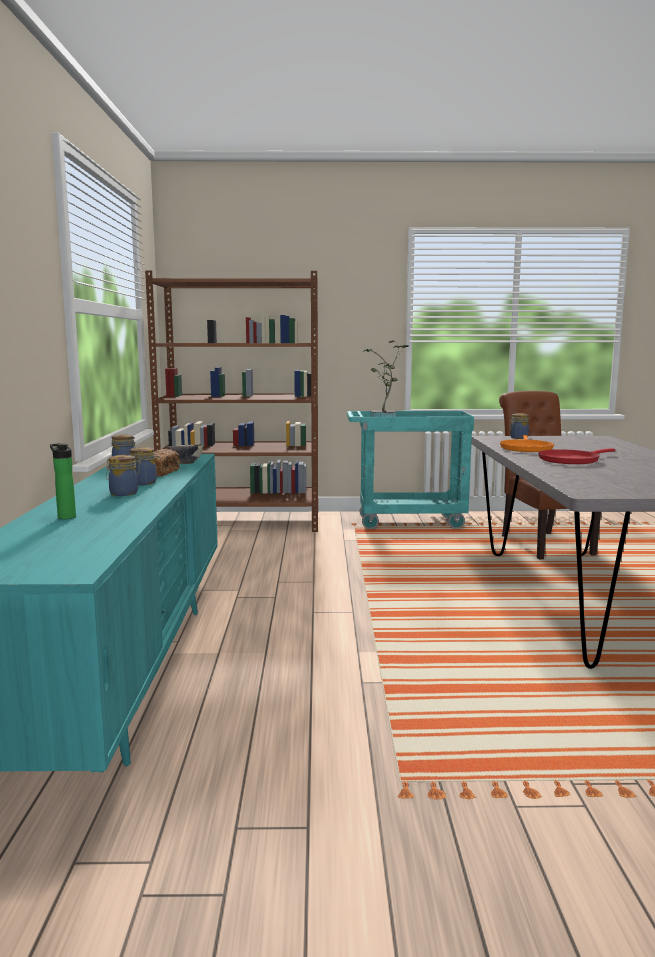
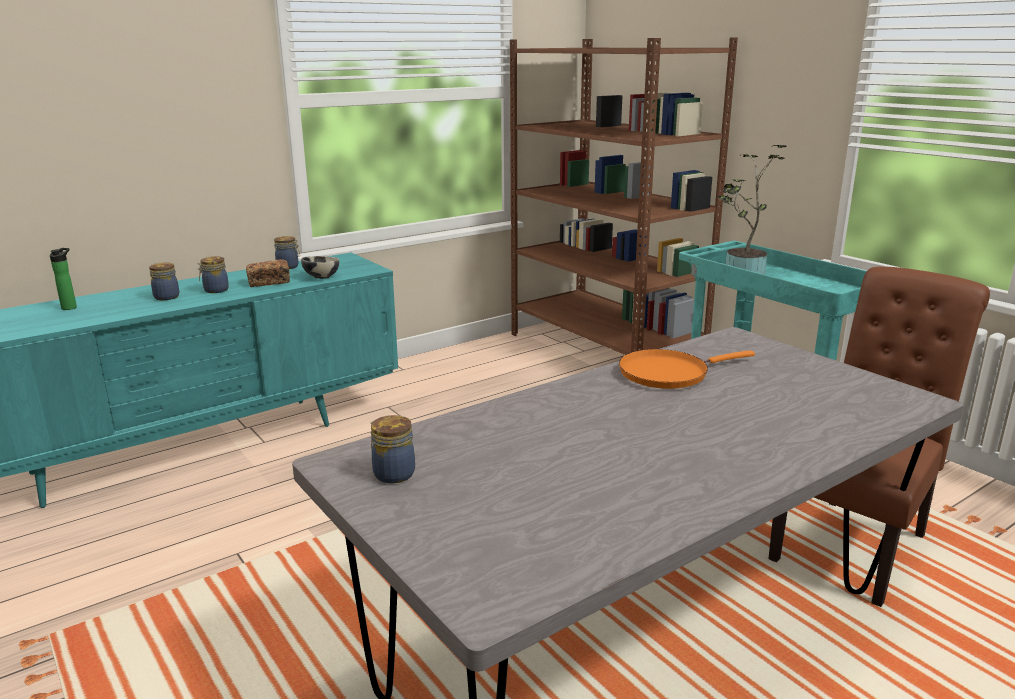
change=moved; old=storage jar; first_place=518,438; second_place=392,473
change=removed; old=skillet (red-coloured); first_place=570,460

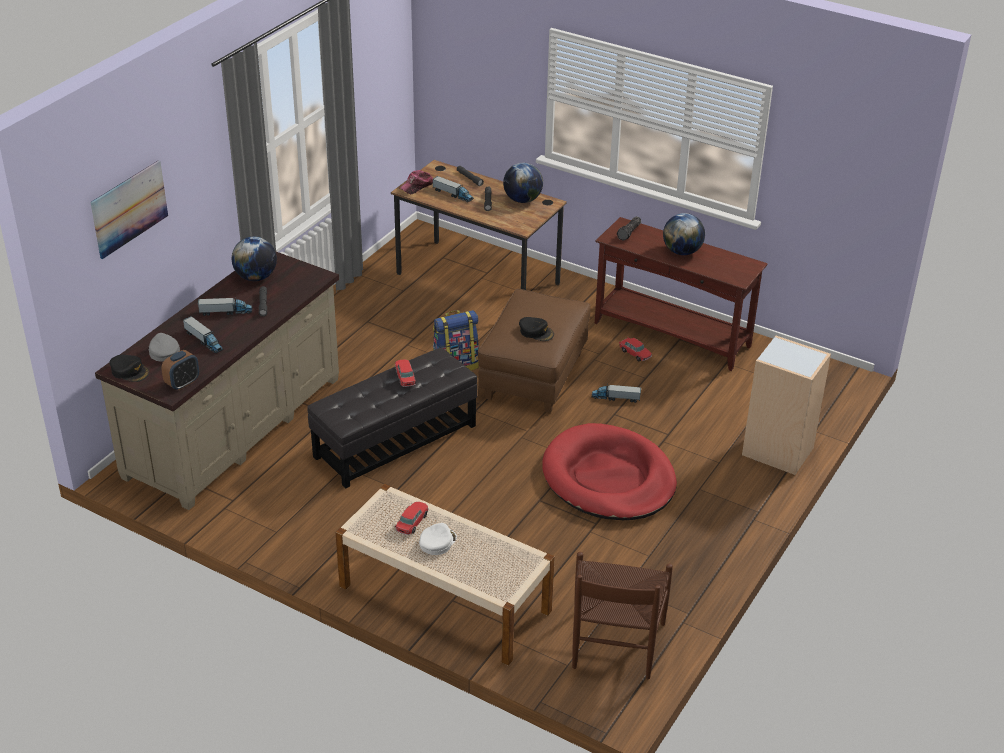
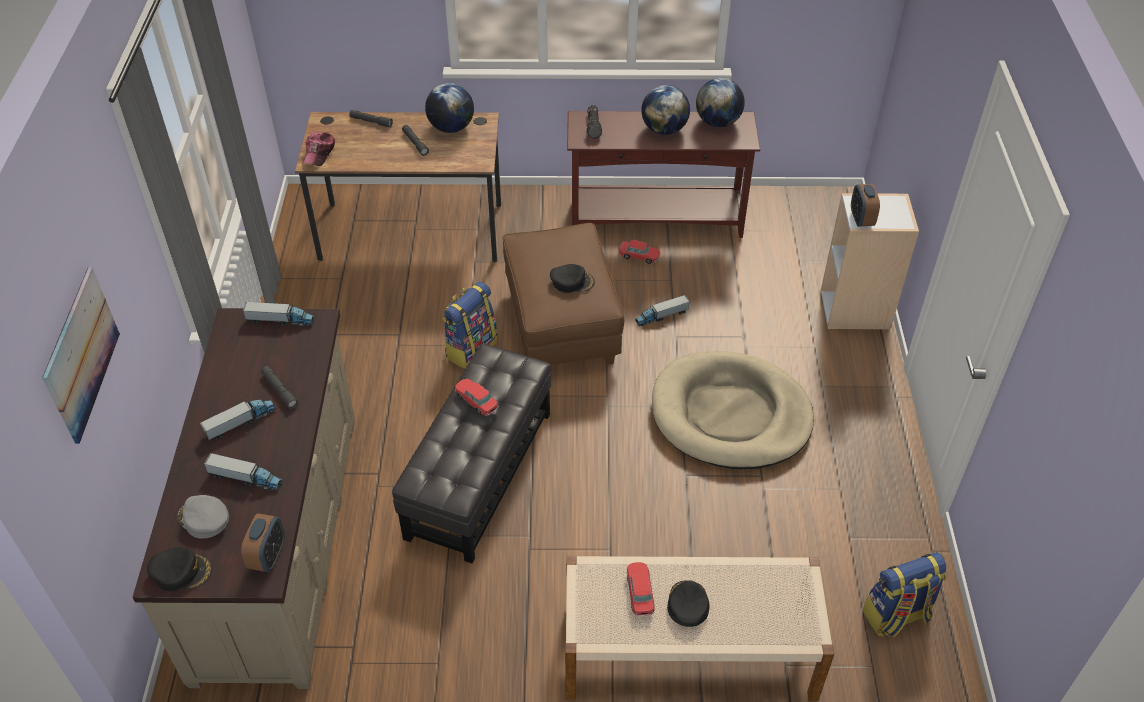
change=moved; old=toy truck; first_place=453,194; second_place=280,320
change=moved; old=world globe; first_place=256,277; second_place=718,122
change=recoloured; old=dog cushion (red-coloured); new=dog cushion (sand-coloured); first_place=608,478; second_place=730,415
change=recoloured; old=baseball cap (white); new=baseball cap (black-coloured); first_place=437,542; second_place=687,605
change=replaced; old=plain chair (brown-coloured); new=backpack; first_place=614,646; second_place=896,616
change=added; new=table clock; second_place=861,219

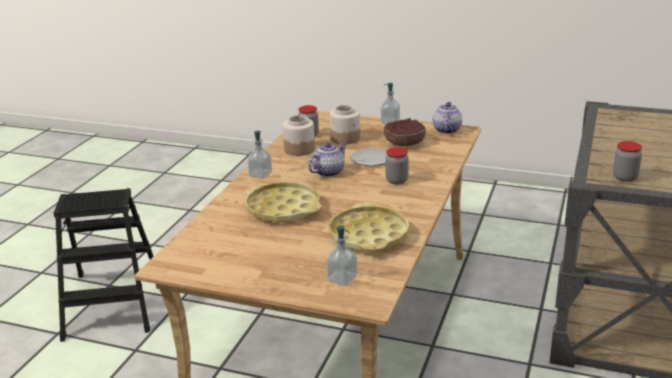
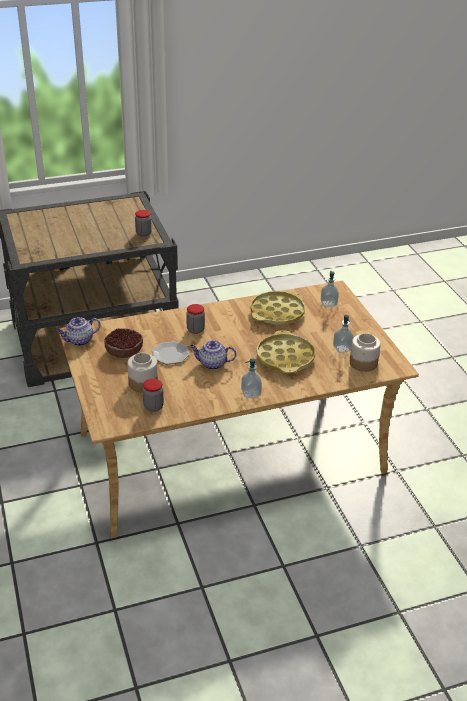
change=moved; old=soap bottle; first_place=390,122; second_place=342,348
change=moved; old=storage jar; first_place=299,149; second_place=363,363
change=removed; old=step stool (black-coloured); first_place=112,301

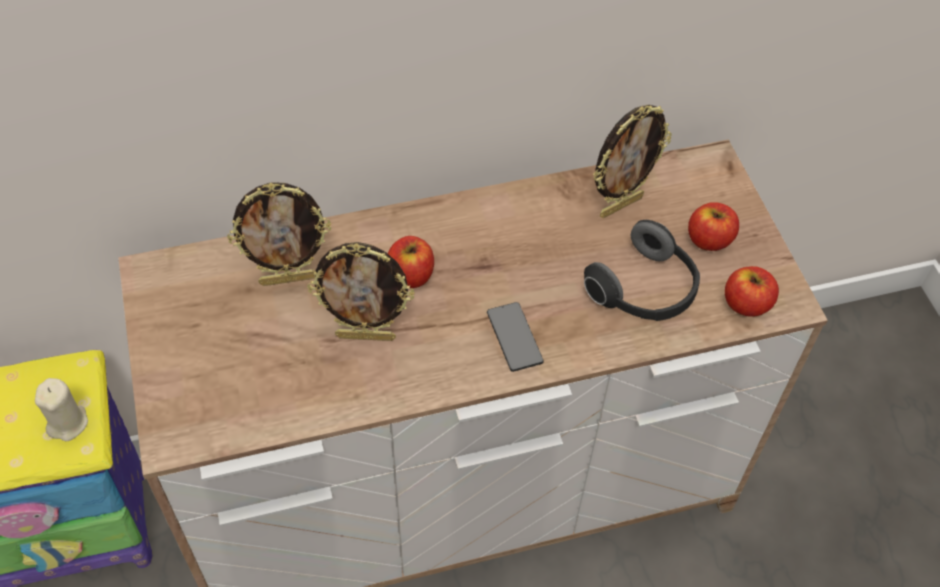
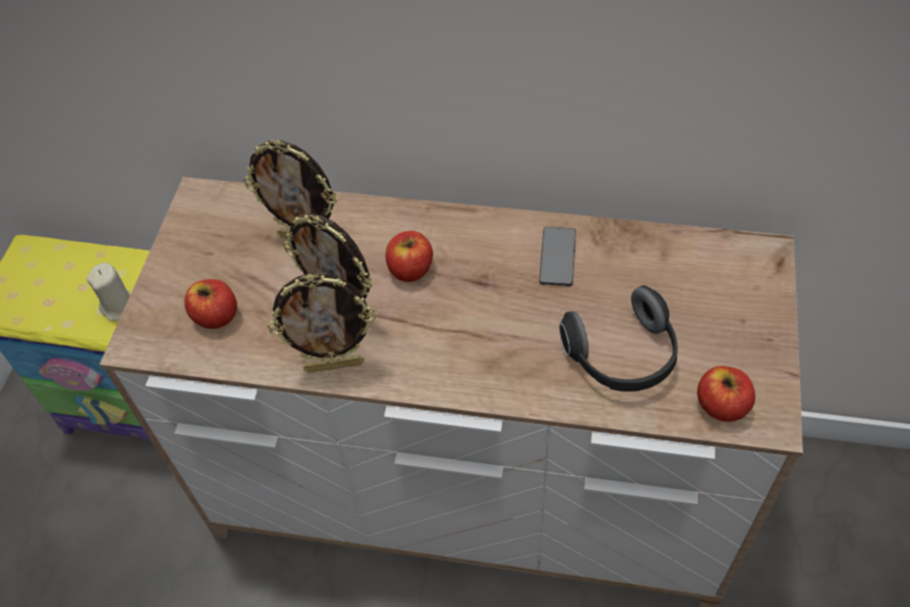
change=moved; old=picture frame; first_place=620,205; second_place=335,365
change=moved; old=whole apple; first_place=709,239; second_place=216,316
change=moved; old=handset; first_place=514,337; second_place=557,257

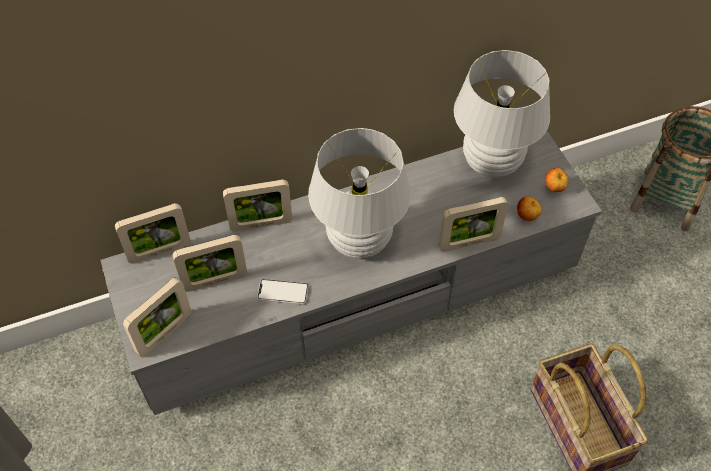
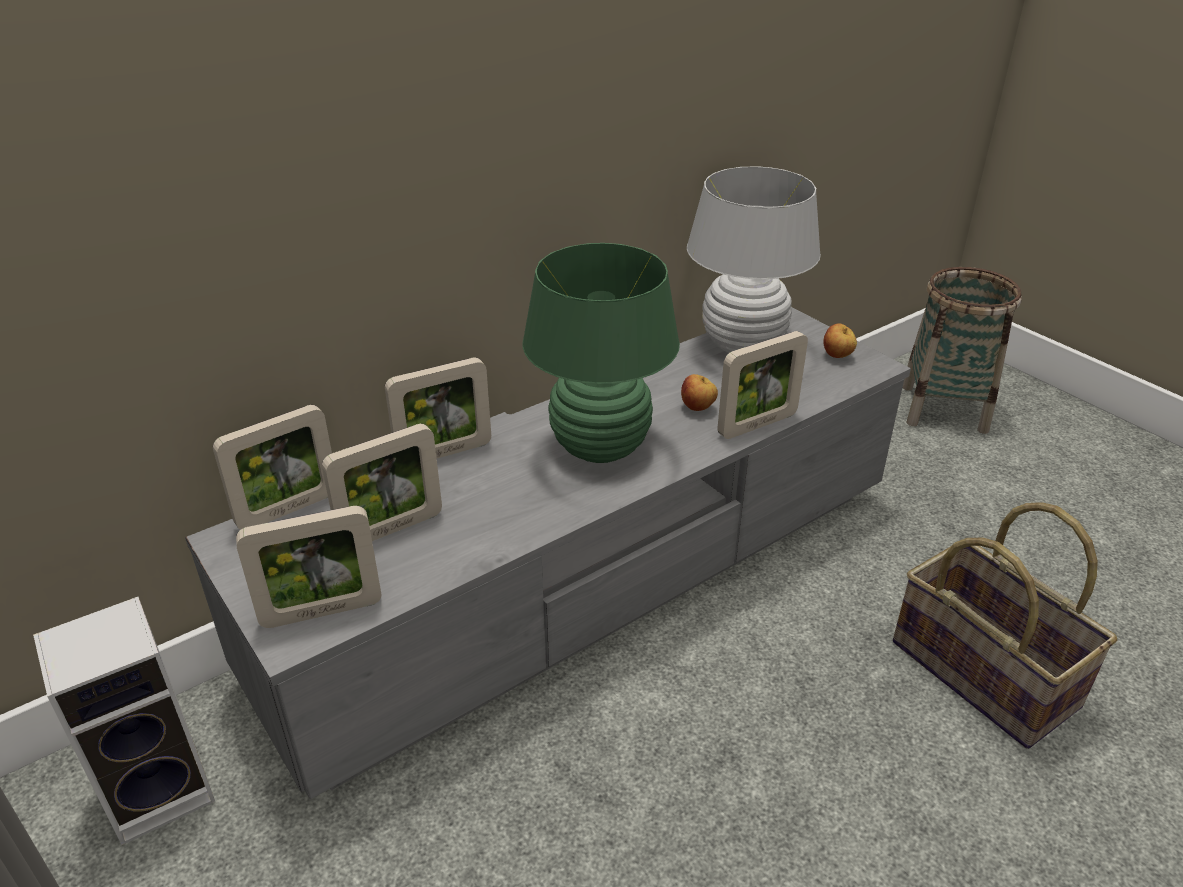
change=recoloured; old=lamp for a table (white); new=lamp for a table (green); first_place=359,241; second_place=599,447
change=moved; old=whole apple; first_place=527,216; second_place=698,408
change=turned; old=picture frame; first_place=164,334; second_place=321,611; degrees=45
change=removed; old=handset; first_place=283,292
change=added; new=speaker; second_place=163,788

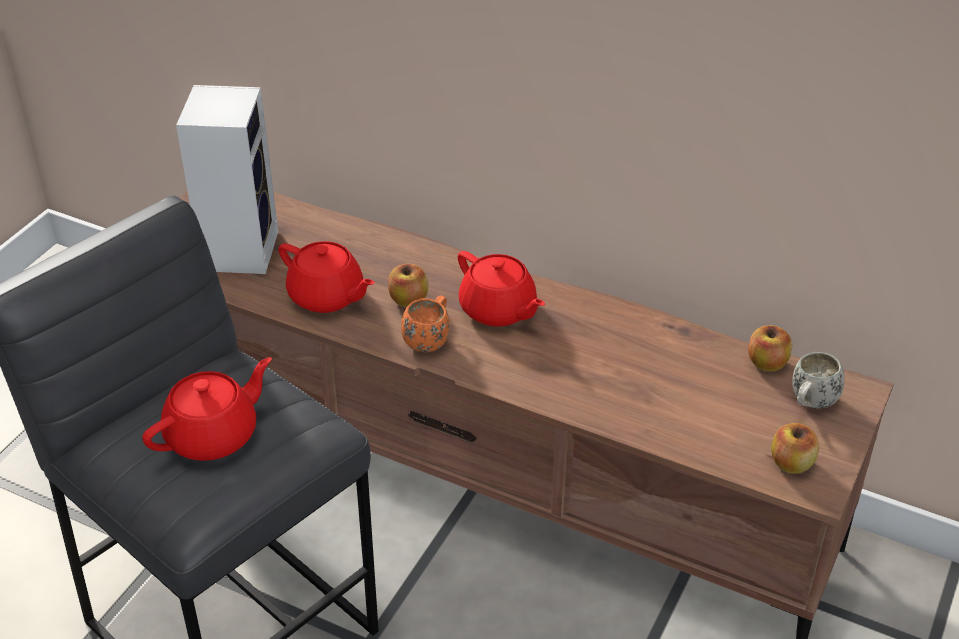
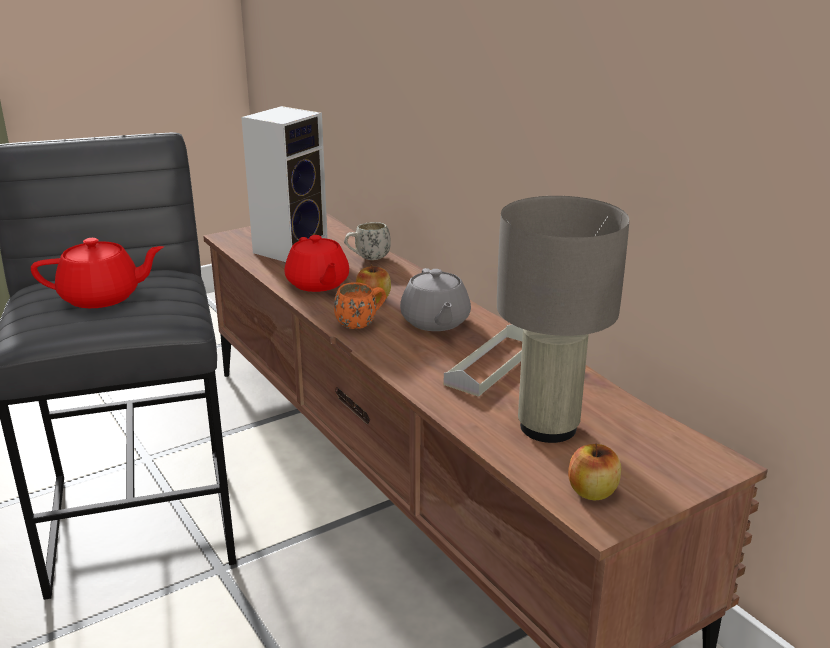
change=recoloured; old=tea pot (red-coloured); new=tea pot (gray); first_place=498,310; second_place=435,322
change=removed; old=whole apple; first_place=767,363
change=moved; old=mug (white); first_place=810,404; second_place=367,258
change=added; new=lamp for a table (gray); second_place=549,428
change=added; new=serving tray (gray); second_place=493,364

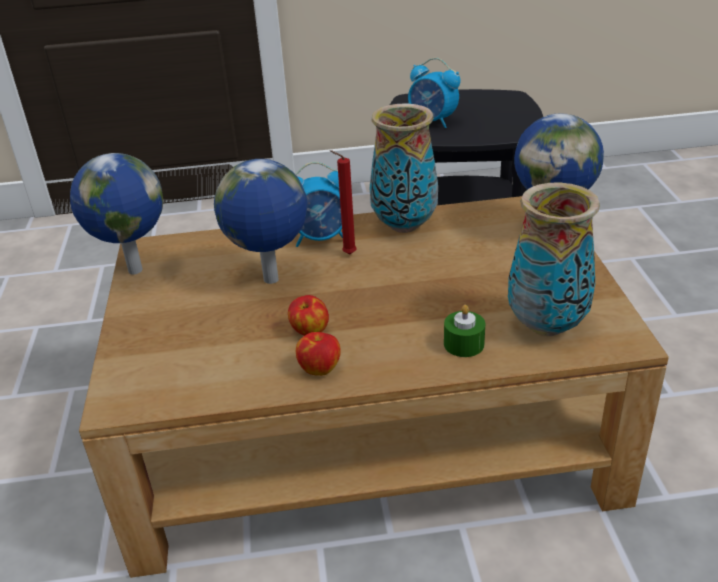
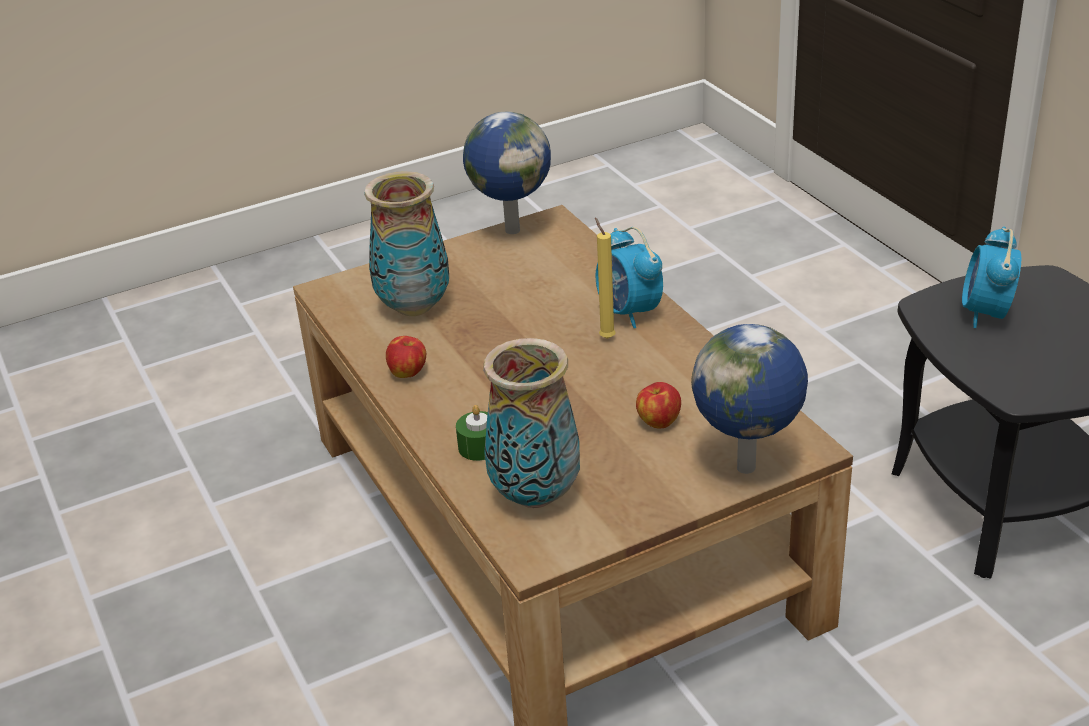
change=moved; old=decorative vase; first_place=403,226; second_place=413,307
change=recoloured; old=wax light (red-coloured); new=wax light (yellowish); first_place=347,254; second_place=606,337
change=removed; old=world globe; first_place=271,280
change=moved; old=whole apple; first_place=309,331; second_place=658,421

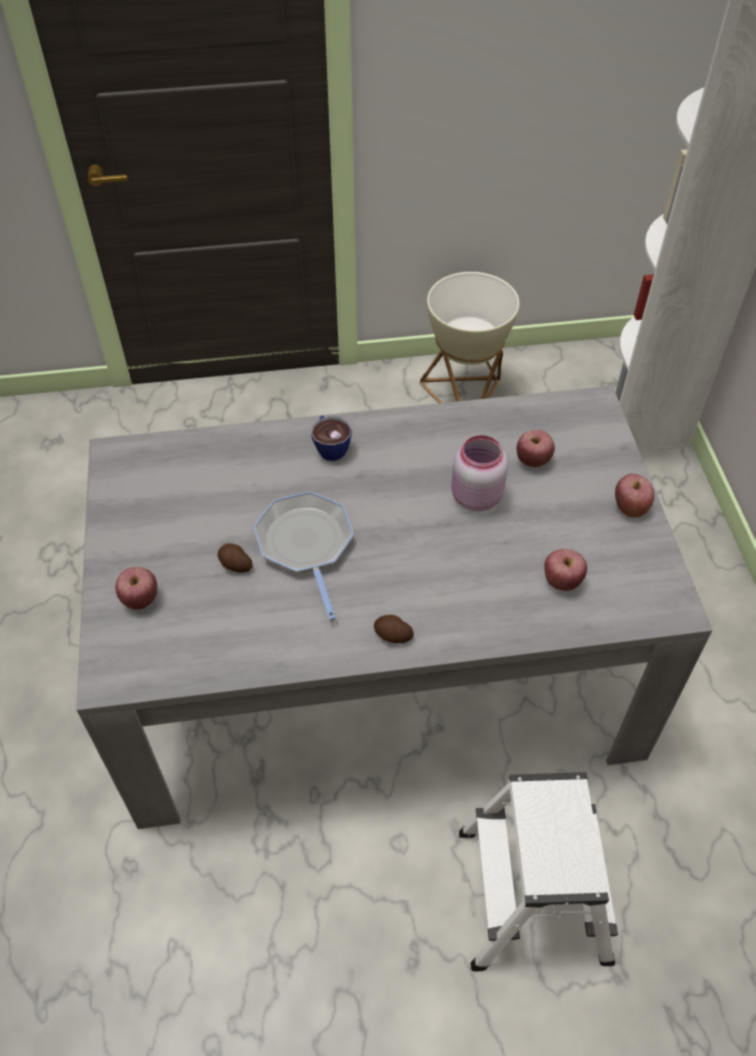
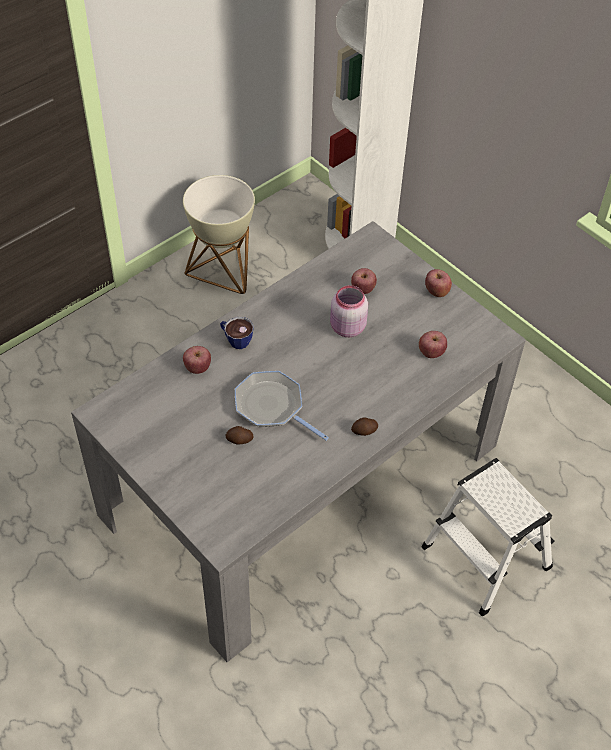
change=moved; old=whole apple; first_place=140,599; second_place=197,367

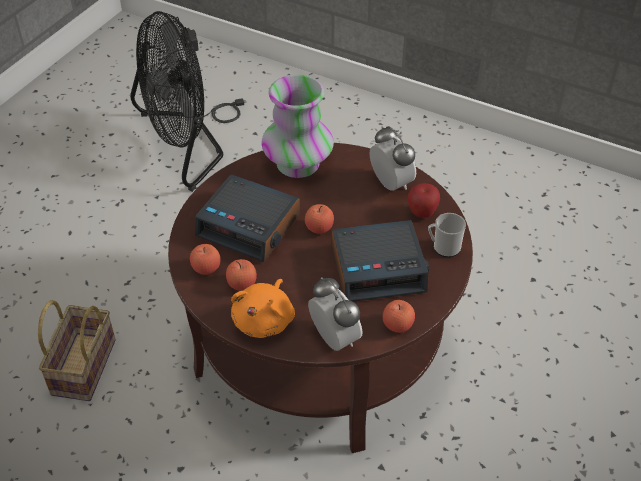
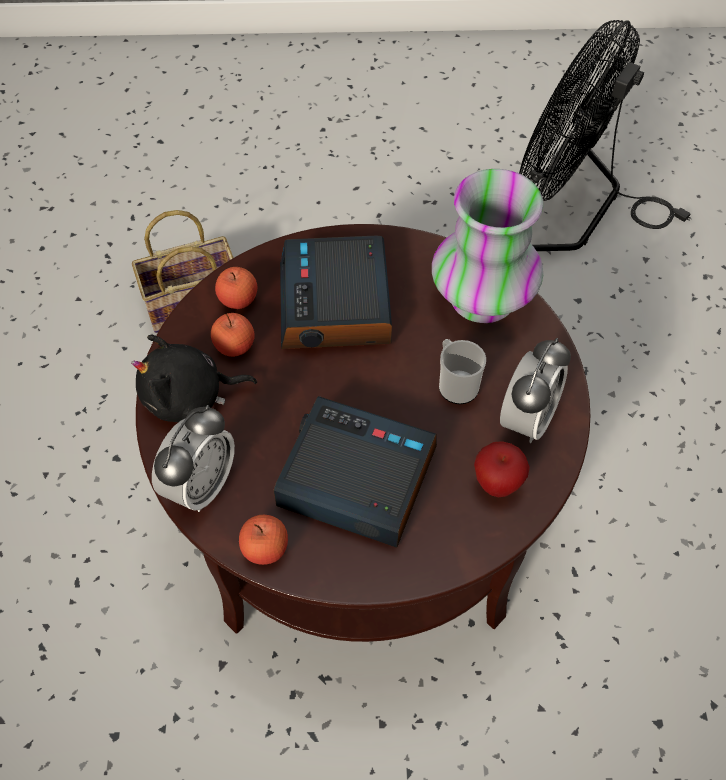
change=removed; old=whole apple; first_place=319,228
change=moved; old=mug; first_place=443,247; second_place=456,384
change=turned; old=table clock; first_place=379,268; second_place=355,479; degrees=150
change=recoloured; old=plush toy (orangey); new=plush toy (black-coloured); first_place=265,320; second_place=190,398

